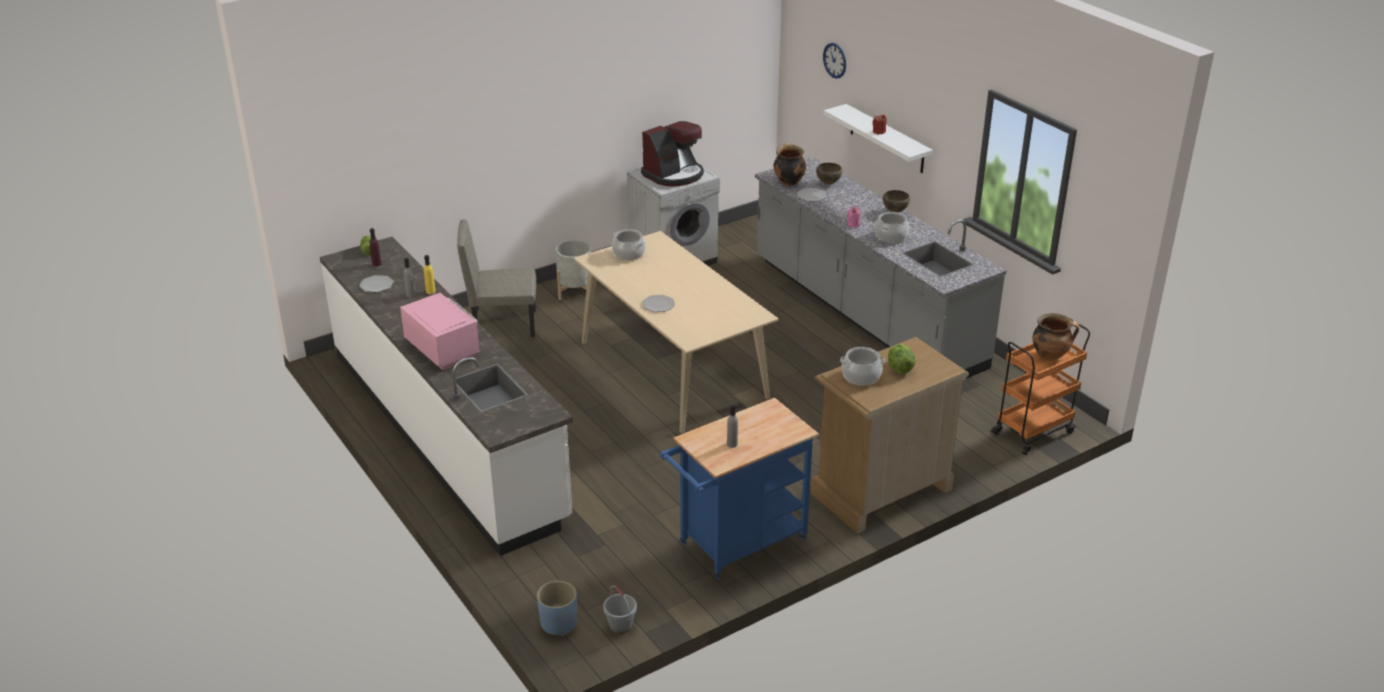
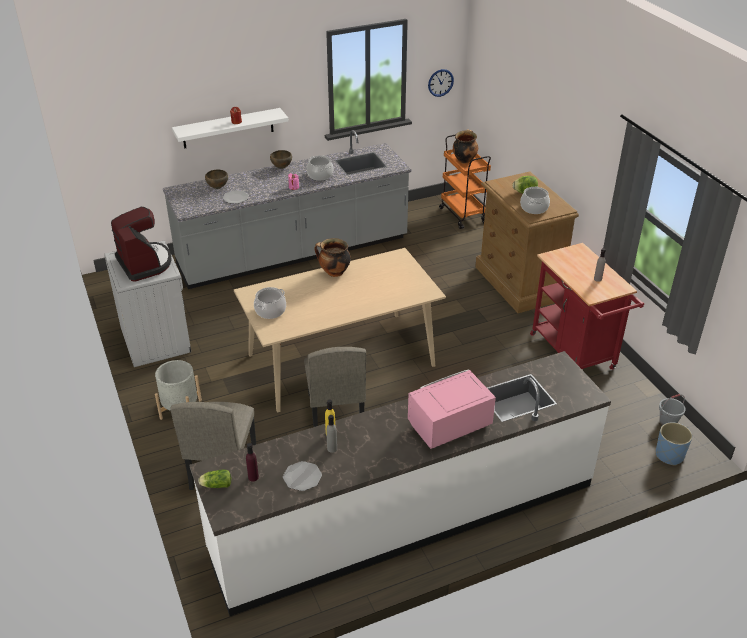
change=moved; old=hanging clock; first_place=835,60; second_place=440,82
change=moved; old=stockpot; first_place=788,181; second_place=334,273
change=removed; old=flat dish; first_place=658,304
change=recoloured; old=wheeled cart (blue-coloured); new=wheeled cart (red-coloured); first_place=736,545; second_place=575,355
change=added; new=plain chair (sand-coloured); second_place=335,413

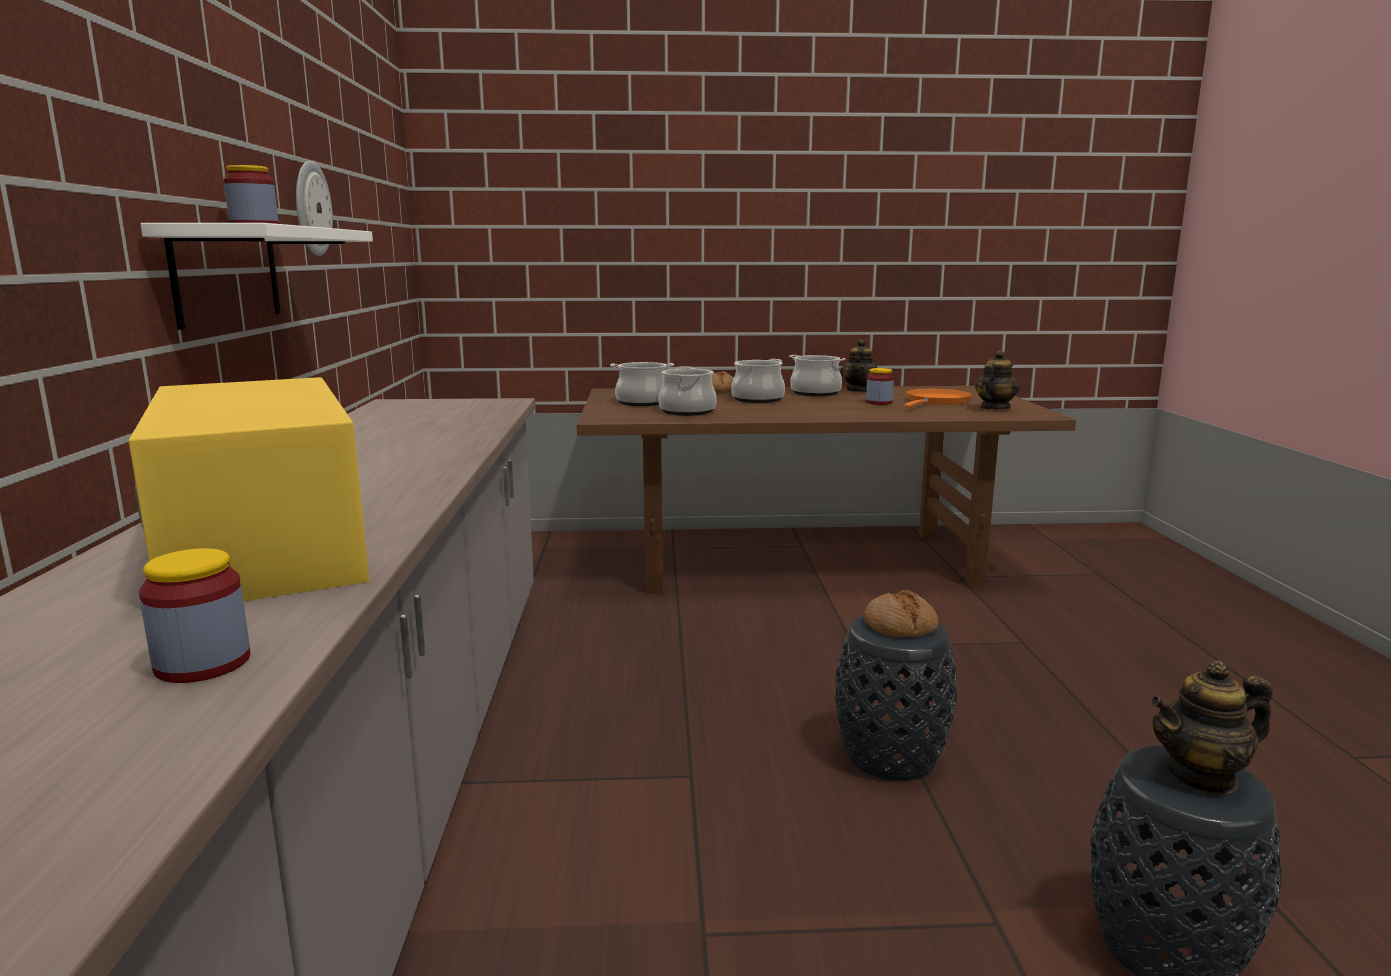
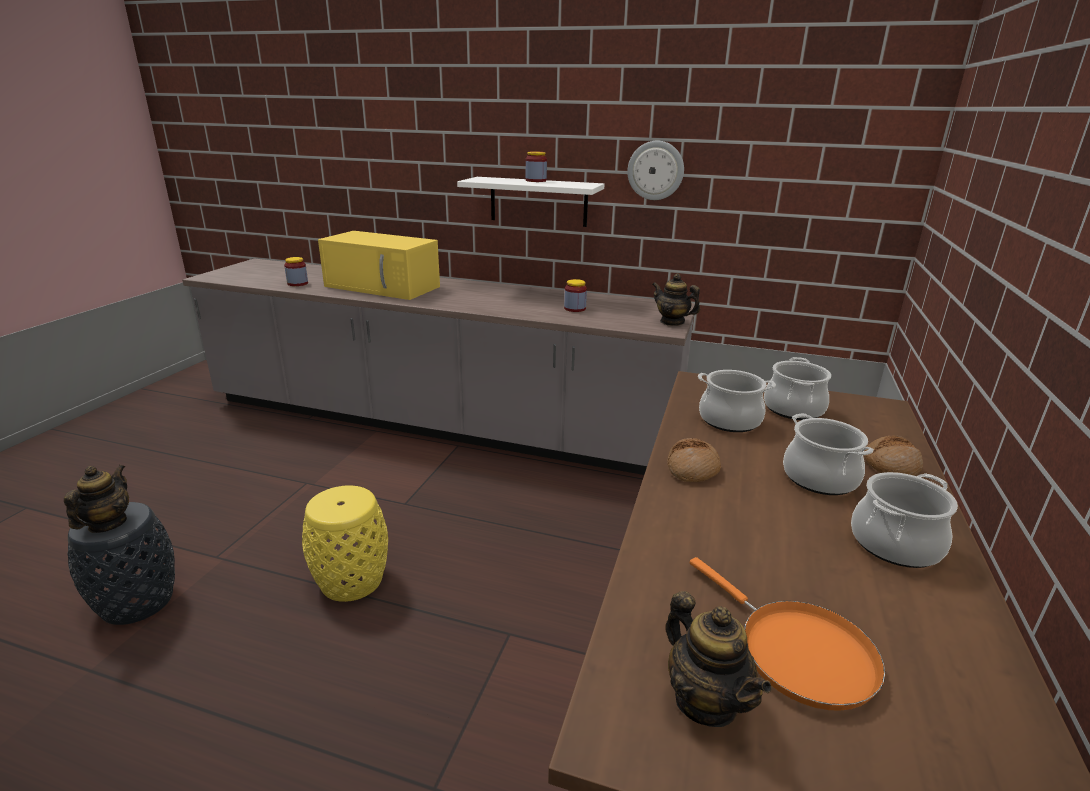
change=moved; old=tea pot; first_place=859,390; second_place=672,322
change=moved; old=storage jar; first_place=879,402; second_place=575,308
change=turned; old=kitchen microwave (yellowish); first_place=265,545; second_place=384,286; degrees=-150
change=moved; old=bakery bread; first_place=900,626; second_place=692,469
change=recoloured; old=stool (black-coloured); new=stool (yellowish); first_place=891,756; second_place=351,581

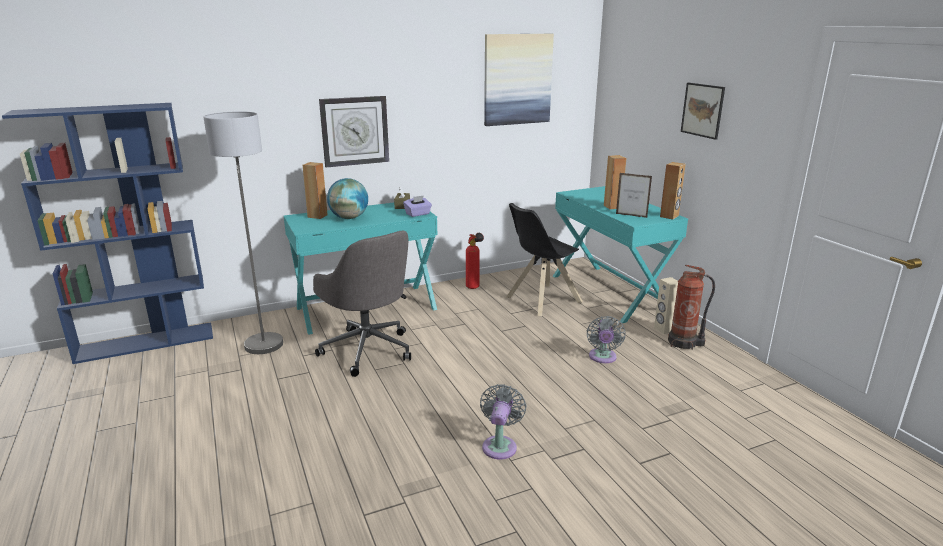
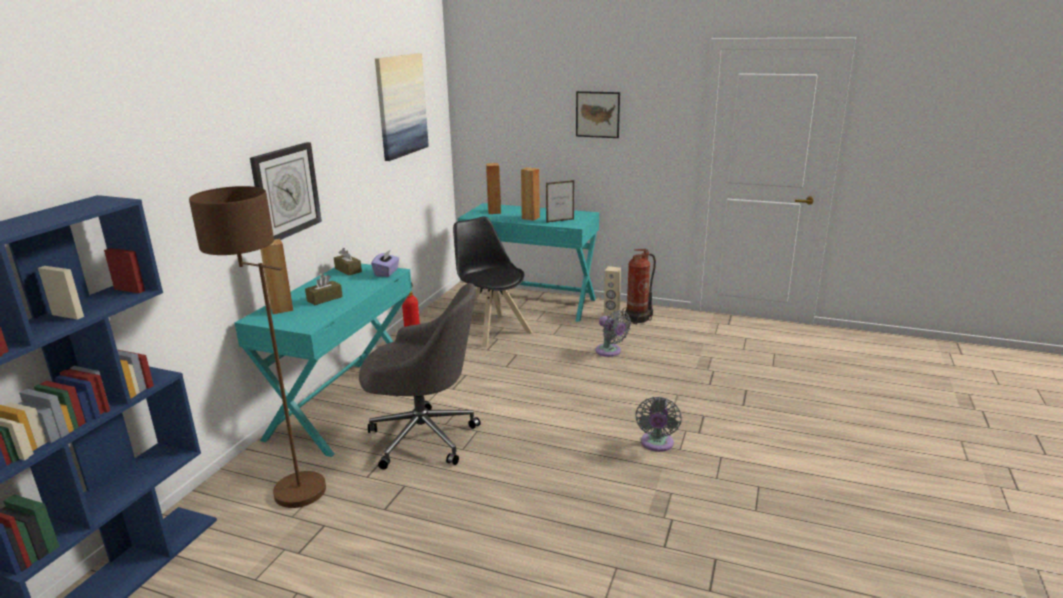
change=recoloured; old=standing lamp (gray); new=standing lamp (brown-coloured); first_place=263,340; second_place=288,488
change=moved; old=speaker (brown-coloured); first_place=669,216; second_place=494,212
change=replaced; old=world globe; new=tissue box (brown-coloured); first_place=349,218; second_place=324,299
change=turned; old=plain chair (black-coloured); first_place=541,300; second_place=492,329; degrees=135
change=turned; old=fan (gray); first_place=500,445; second_place=656,444; degrees=-135

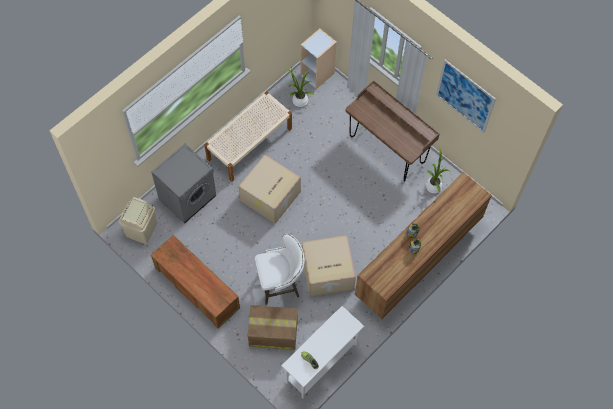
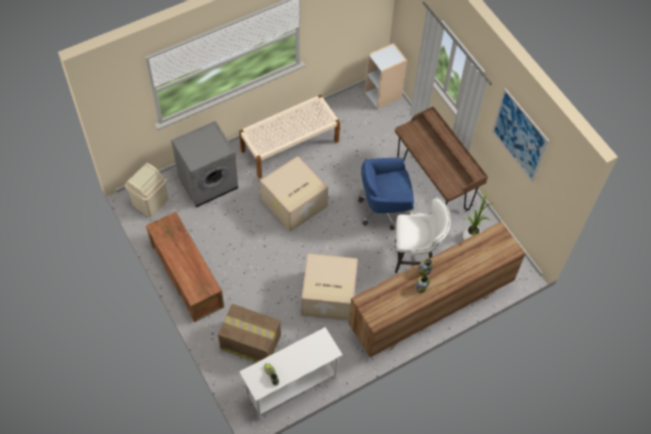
change=removed; old=plant in a pot; first_place=299,100
change=moved; old=stool (white); first_place=281,284; second_place=416,257
change=added; new=computer chair (blue-coloured); second_place=383,210

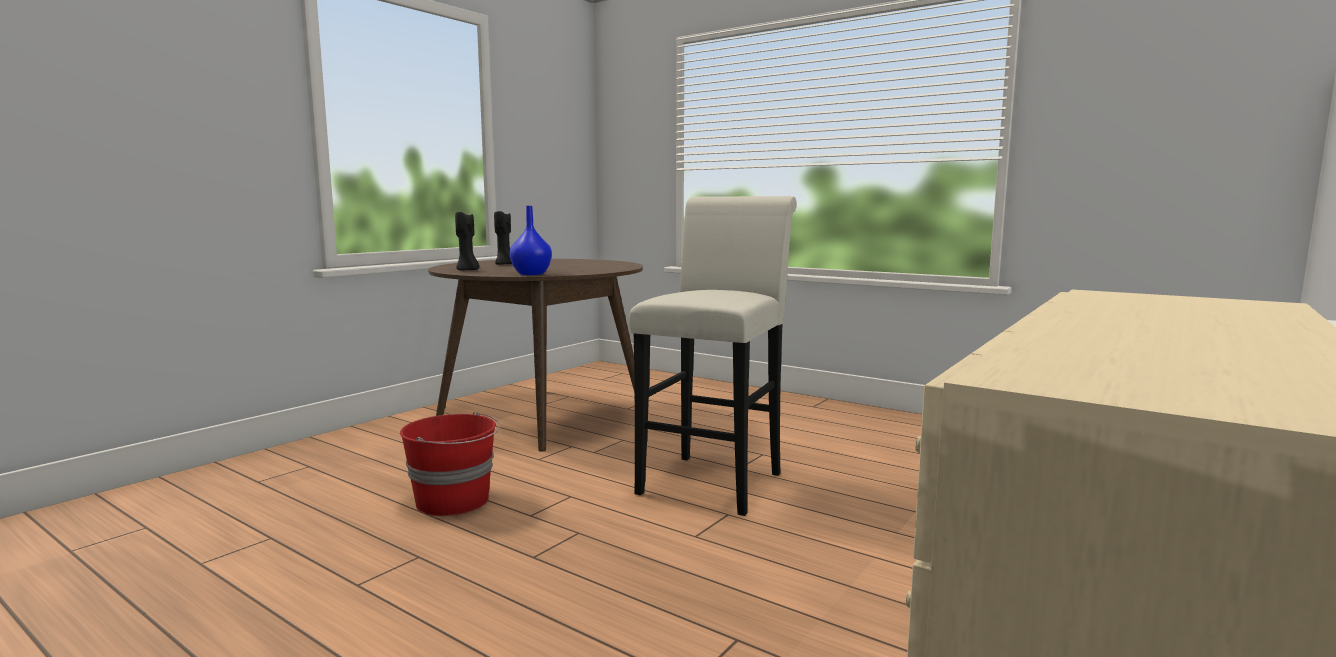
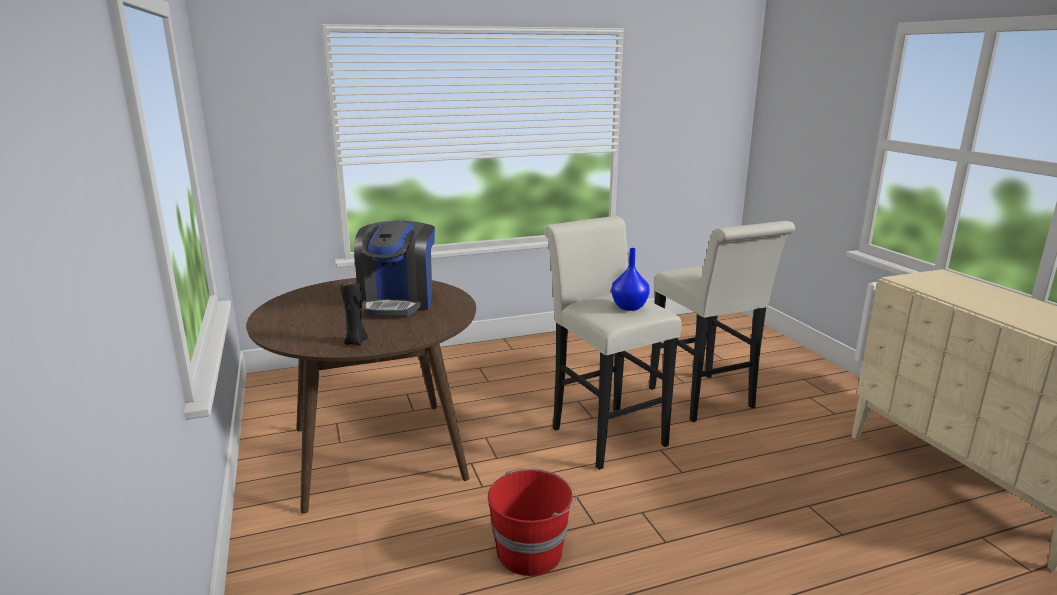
change=moved; old=decorative vase (blue-coloured); first_place=531,274; second_place=630,307
change=removed; old=wax light (black-coloured); first_place=505,264
change=added; new=coffee brewer; second_place=398,302
change=added; new=stool (white); second_place=705,401

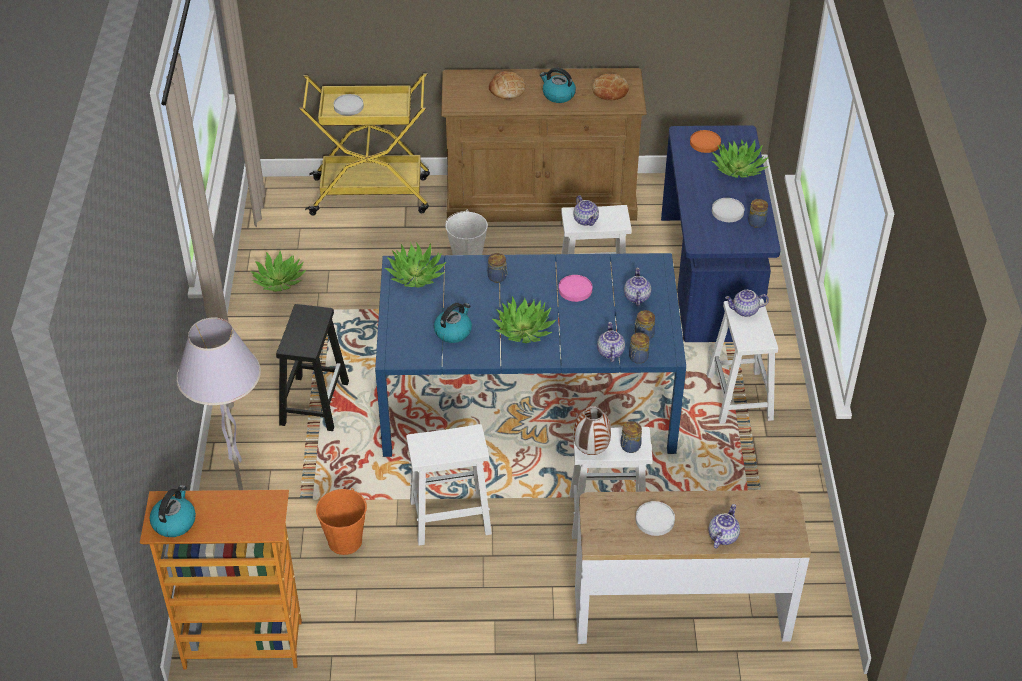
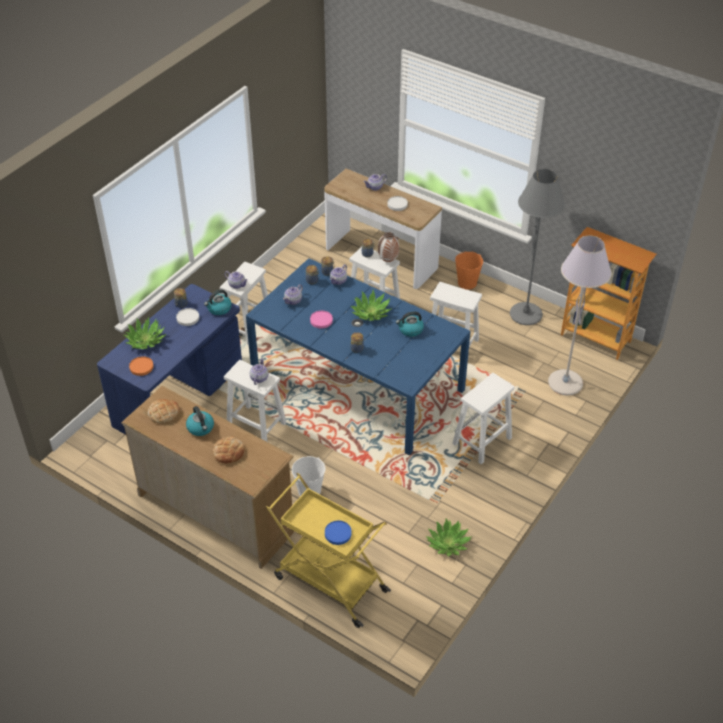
change=recoloured; old=flat dish (white); new=flat dish (blue-coloured); first_place=348,106; second_place=338,534
change=removed; old=plant in a pot; first_place=416,275
change=recoloured; old=stool (black-coloured); new=stool (white); first_place=314,402; second_place=481,441
change=moved; old=kettle; first_place=174,522; second_place=219,309
change=moved; old=bucket (orangey); first_place=344,541; second_place=467,283
change=added; new=standing lamp (gray); second_place=526,314

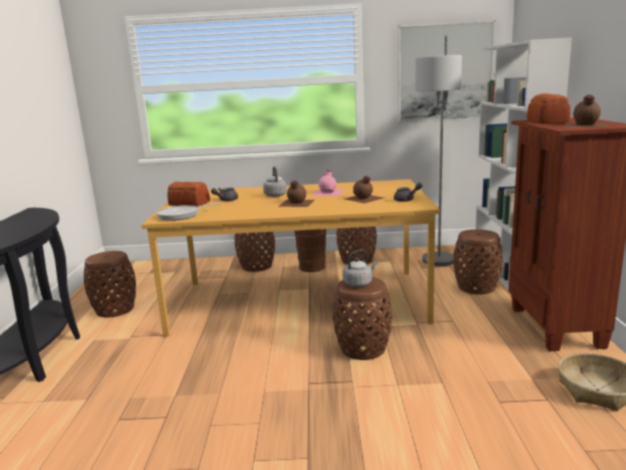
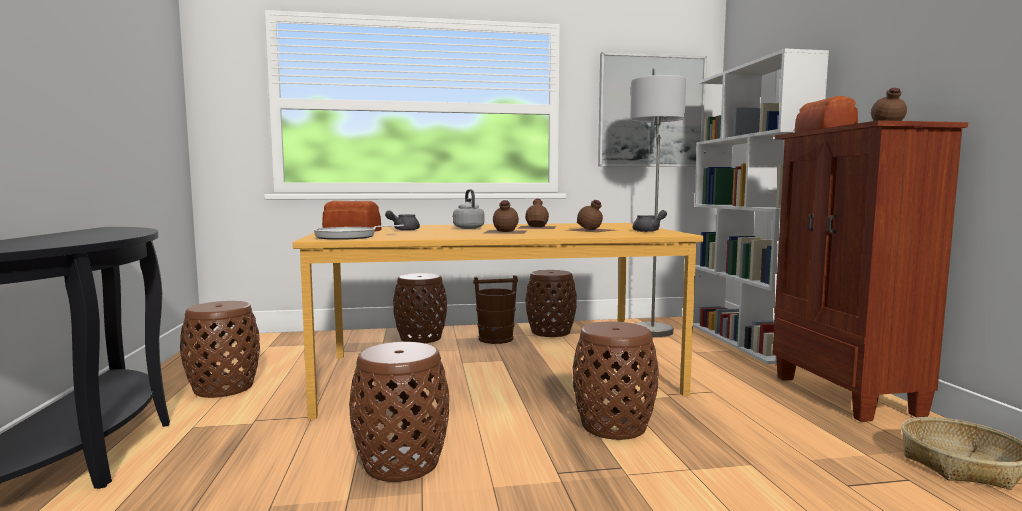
change=recoloured; old=drink bottle (pink-coloured); new=drink bottle (brown-coloured); first_place=328,192; second_place=537,227
change=moved; old=stool (brown-coloured); first_place=476,287; second_place=401,464
change=removed; old=kettle (gray); first_place=359,283

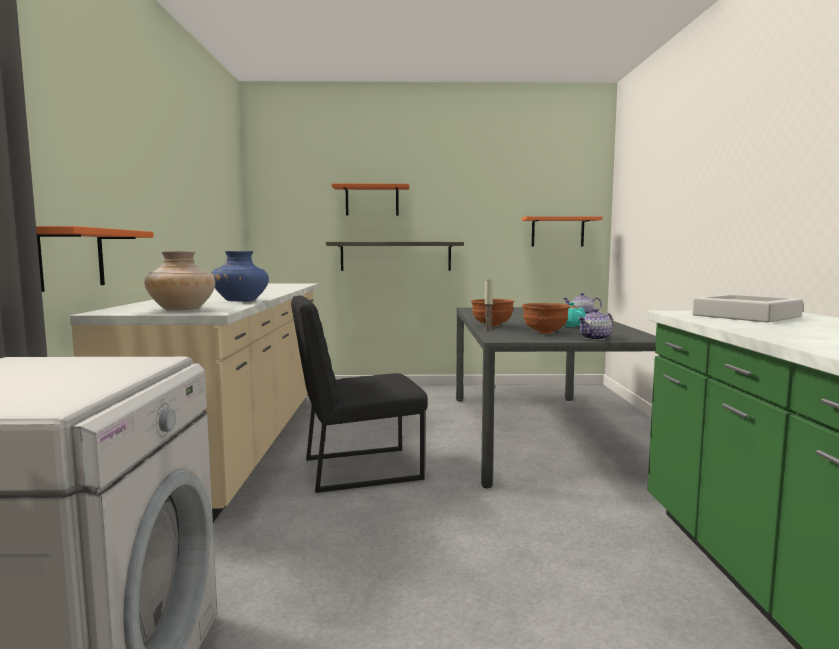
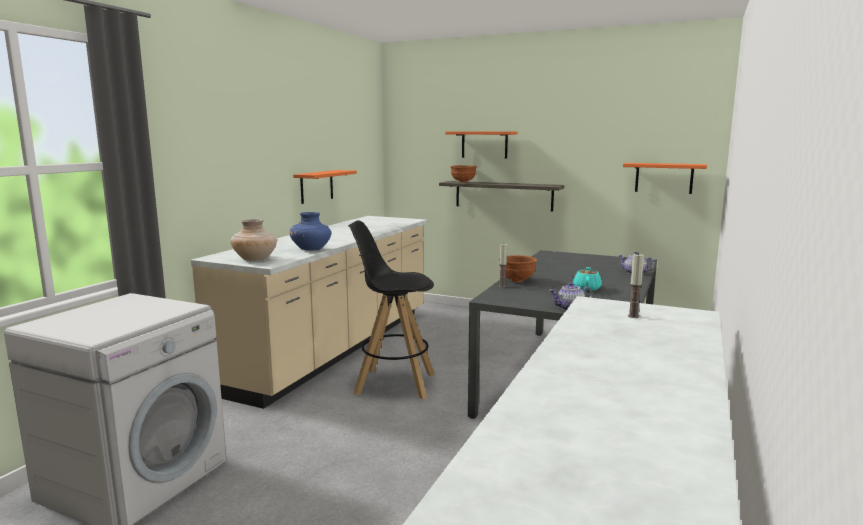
change=moved; old=bracket shelf (orangey); first_place=71,258; second_place=316,186
change=replaced; old=serving tray (gray); new=wax light; first_place=746,316; second_place=633,316
change=replaced; old=plain chair (black-coloured); new=stool (black-coloured); first_place=358,469; second_place=394,383
change=moved; old=serving bowl (brown-coloured); first_place=544,332; second_place=463,182

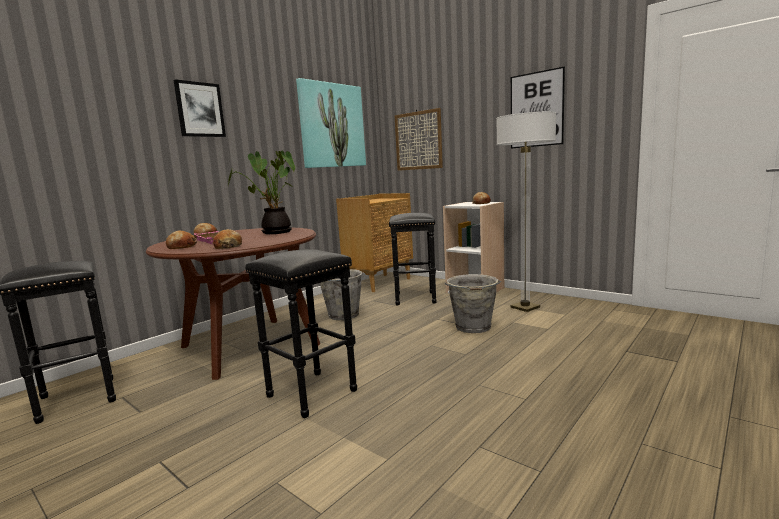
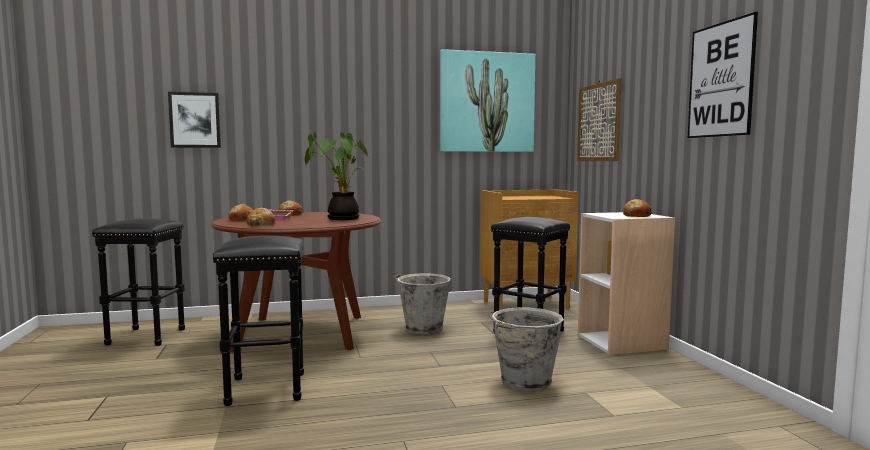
change=moved; old=picture; first_place=200,110; second_place=195,120
change=removed; old=standing lamp; first_place=525,307

